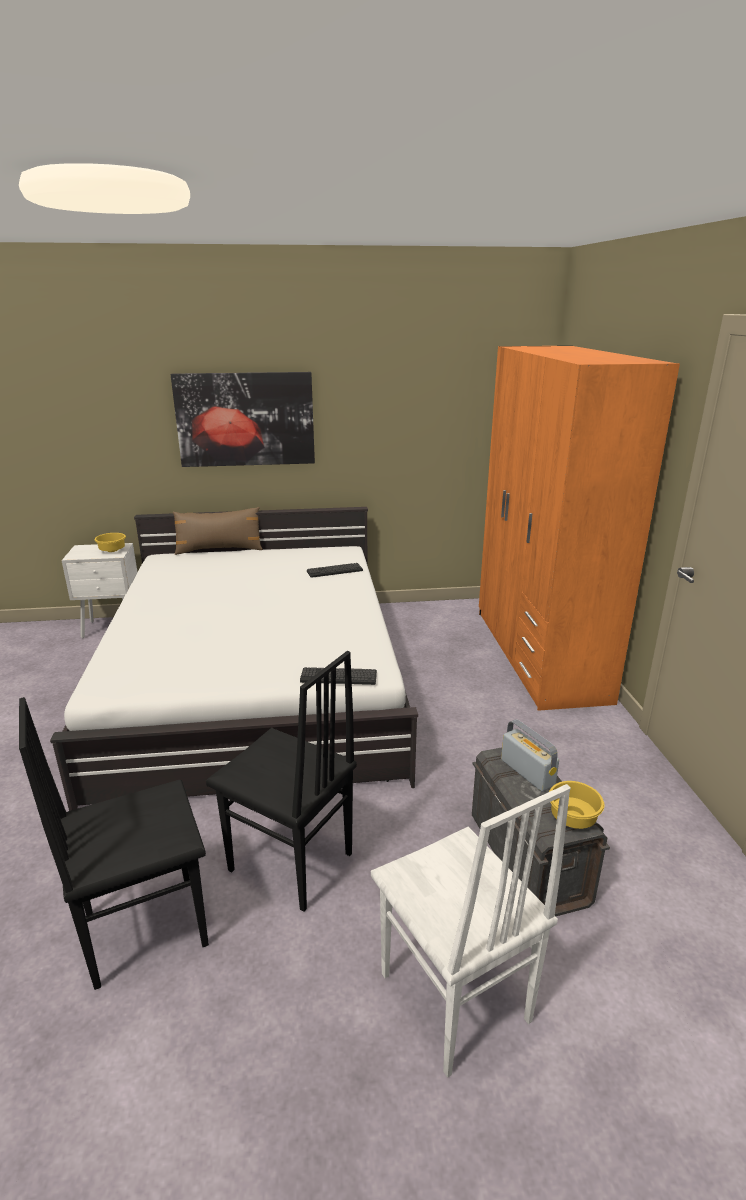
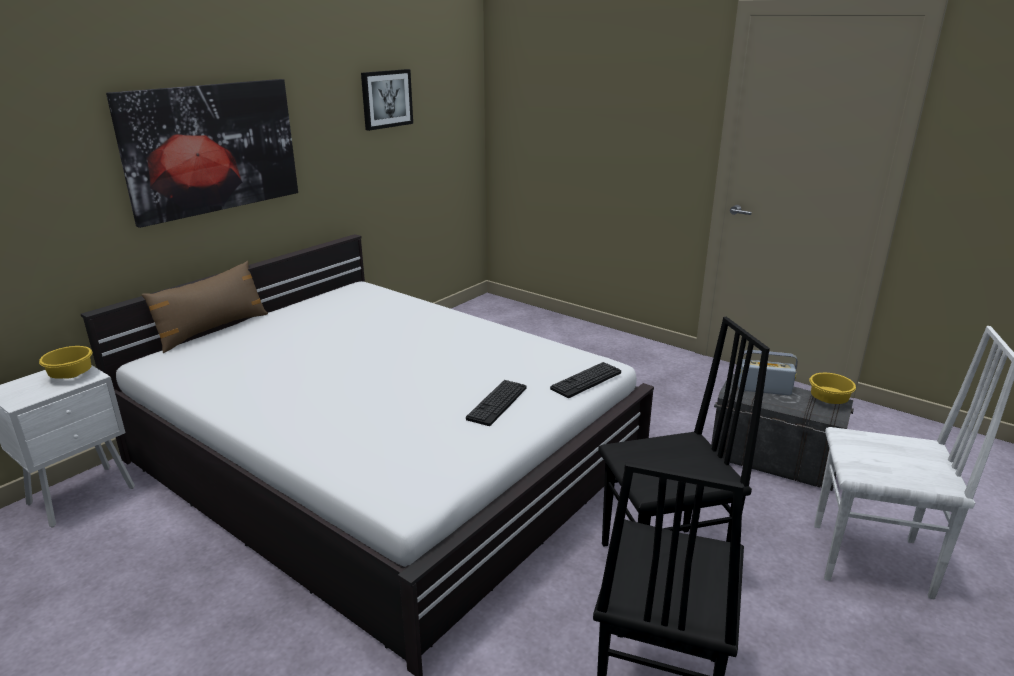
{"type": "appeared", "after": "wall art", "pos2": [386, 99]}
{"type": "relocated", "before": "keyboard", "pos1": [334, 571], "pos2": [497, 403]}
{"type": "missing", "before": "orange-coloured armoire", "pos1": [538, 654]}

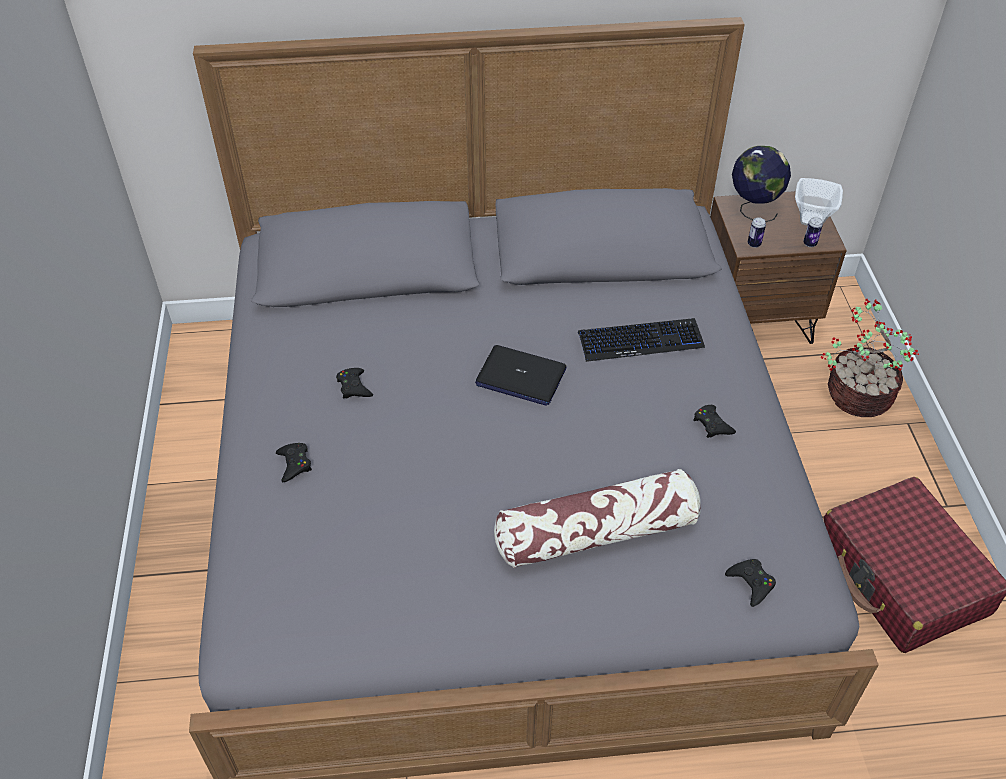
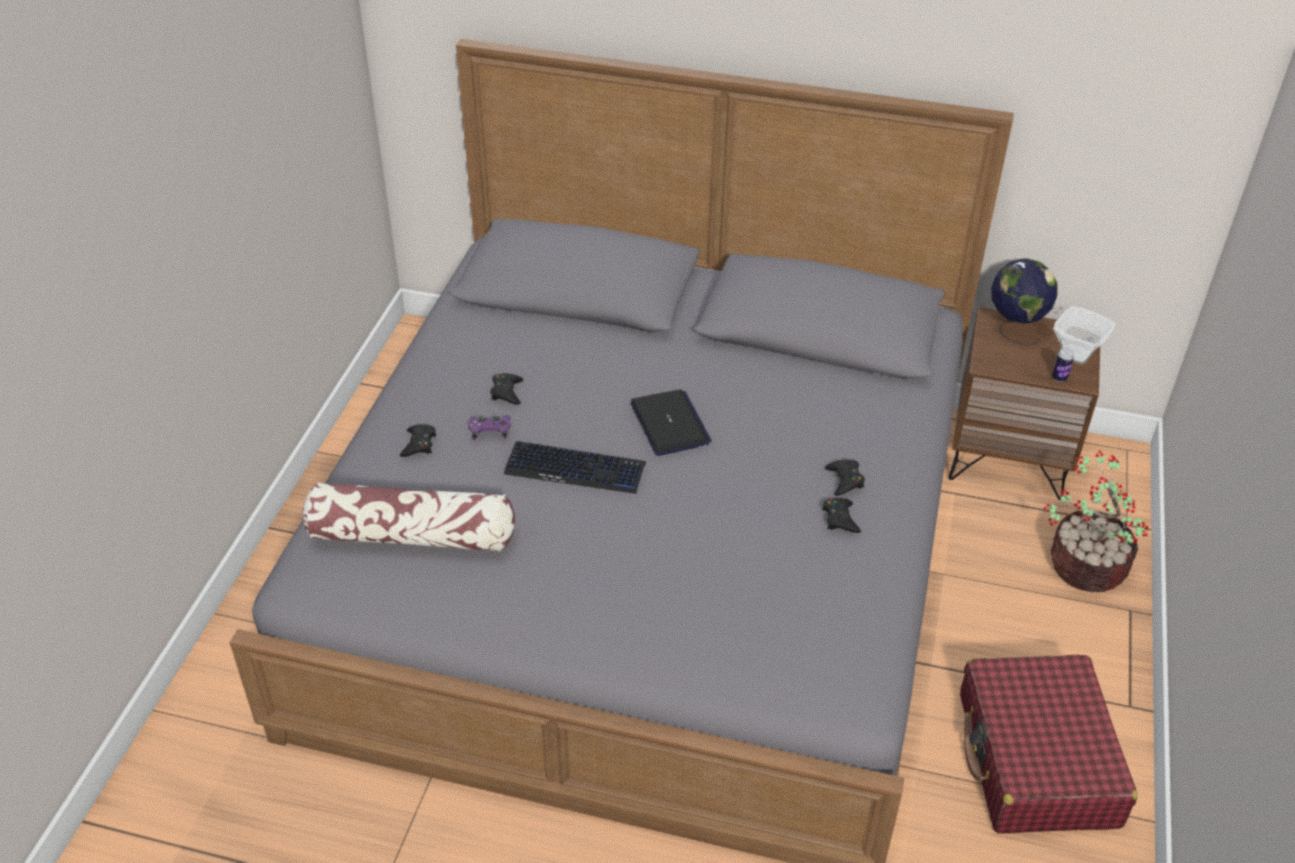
{"type": "relocated", "before": "pillow", "pos1": [596, 533], "pos2": [412, 535]}
{"type": "appeared", "after": "purple joypad", "pos2": [490, 432]}
{"type": "relocated", "before": "keyboard", "pos1": [640, 341], "pos2": [575, 469]}
{"type": "spun", "before": "notebook computer", "pos1": [520, 376], "pos2": [670, 424], "turn": -150}
{"type": "relocated", "before": "blackish joypad", "pos1": [751, 583], "pos2": [845, 480]}
{"type": "missing", "before": "sealed can", "pos1": [754, 244]}

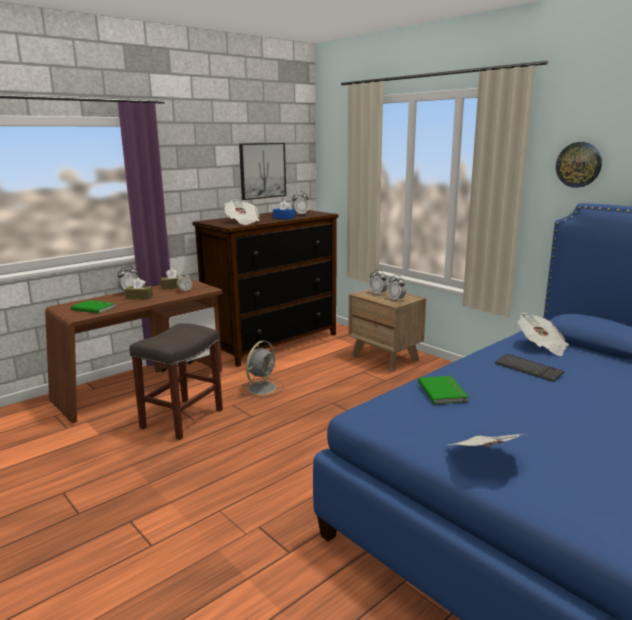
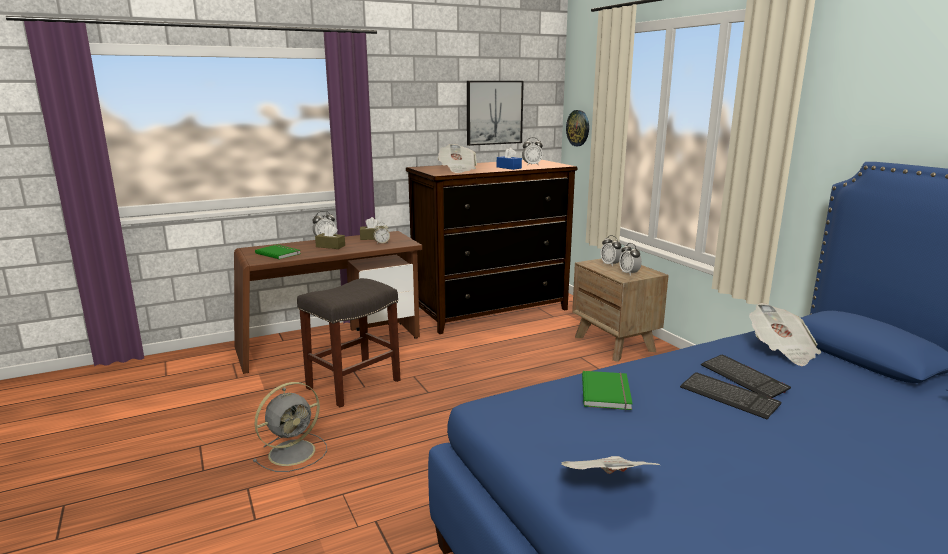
{"type": "relocated", "before": "greyish fan", "pos1": [262, 387], "pos2": [294, 452]}
{"type": "relocated", "before": "hanging clock", "pos1": [578, 164], "pos2": [578, 128]}
{"type": "appeared", "after": "keyboard", "pos2": [728, 397]}

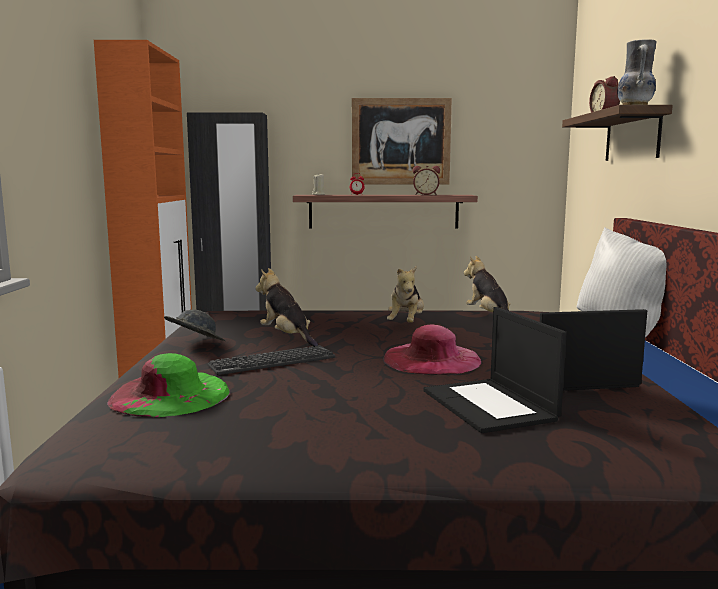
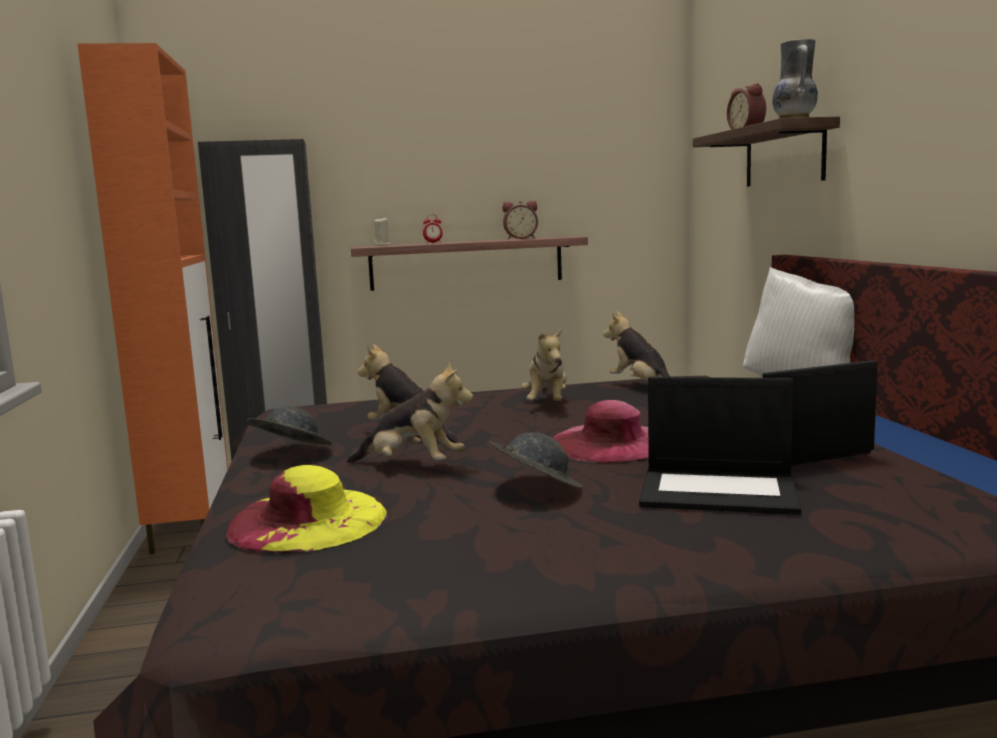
{"type": "colour", "before": "green hat", "after": "yellowish hat", "pos1": [170, 395], "pos2": [307, 521]}
{"type": "exchanged", "before": "keyboard", "after": "cuddly toy", "pos1": [272, 362], "pos2": [412, 465]}
{"type": "appeared", "after": "greyish hat", "pos2": [535, 488]}
{"type": "spun", "before": "notebook computer", "pos1": [490, 405], "pos2": [720, 491], "turn": -45}
{"type": "missing", "before": "wall art", "pos1": [401, 141]}

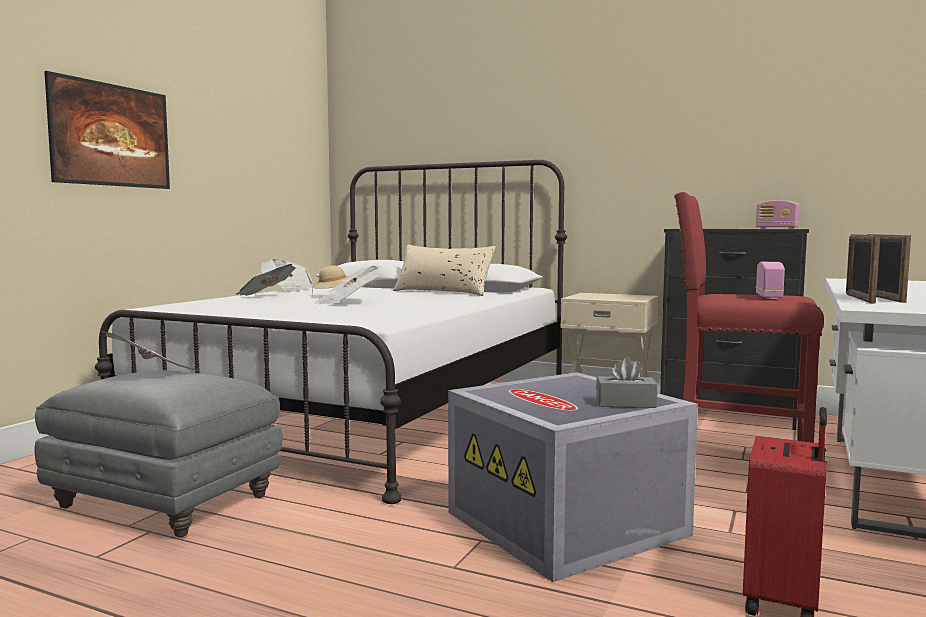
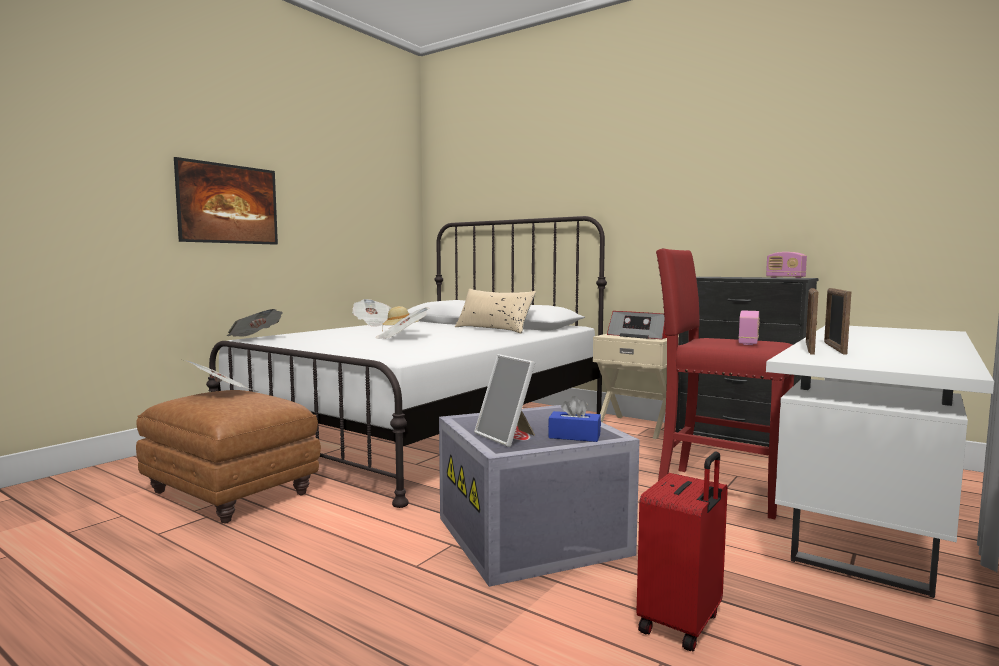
{"type": "colour", "before": "greyish ottoman", "after": "brownish ottoman", "pos1": [167, 502], "pos2": [232, 494]}
{"type": "relocated", "before": "newspaper", "pos1": [266, 297], "pos2": [255, 338]}
{"type": "appeared", "after": "picture frame", "pos2": [507, 437]}
{"type": "colour", "before": "greyish box of tissues", "after": "blue box of tissues", "pos1": [625, 403], "pos2": [574, 436]}
{"type": "appeared", "after": "radio", "pos2": [640, 336]}

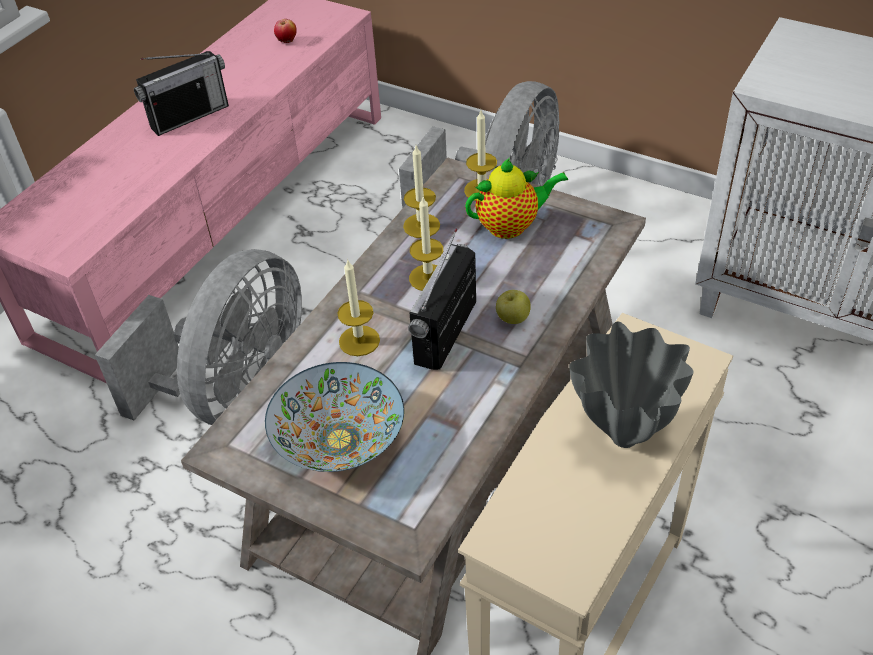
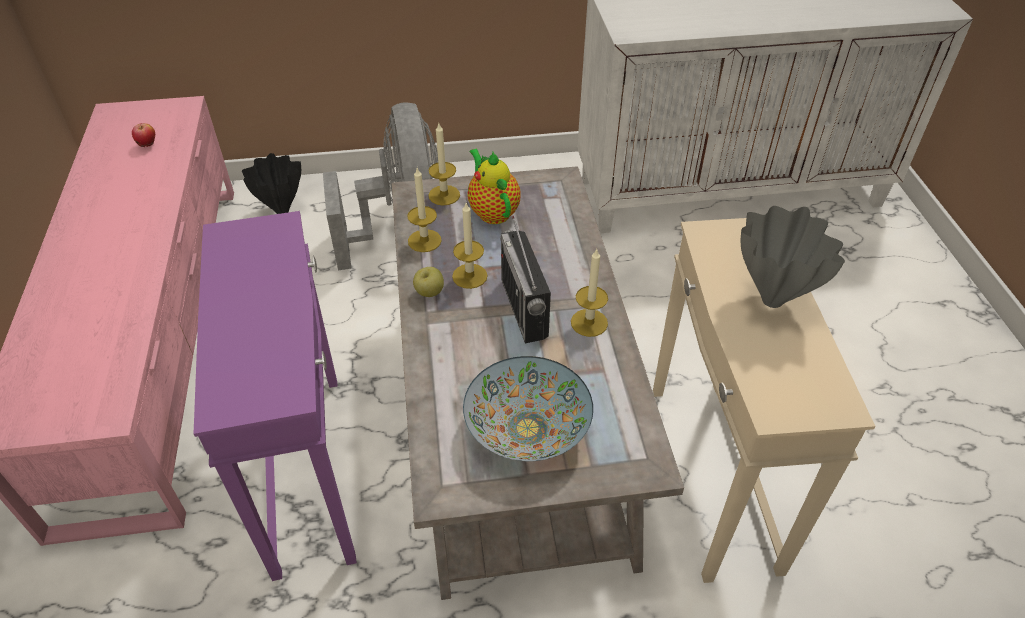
{"type": "exchanged", "before": "greyish fan", "after": "purple accent table", "pos1": [236, 394], "pos2": [309, 469]}
{"type": "appeared", "after": "blackish decorative vase", "pos2": [282, 211]}
{"type": "relocated", "before": "whole apple", "pos1": [512, 319], "pos2": [429, 293]}
{"type": "spun", "before": "pot for tea", "pos1": [511, 226], "pos2": [492, 211], "turn": -60}
{"type": "relocated", "before": "wax light", "pos1": [359, 341], "pos2": [589, 322]}
{"type": "missing", "before": "radio", "pos1": [189, 116]}

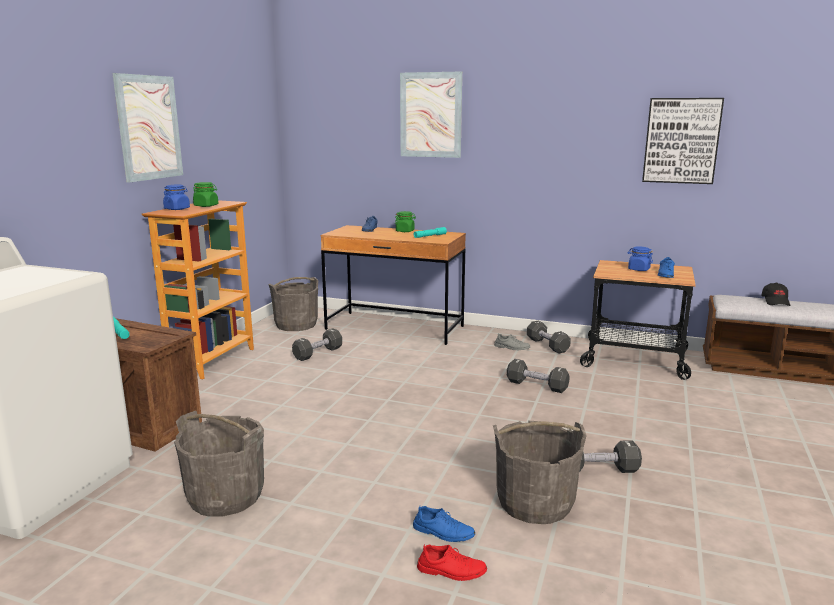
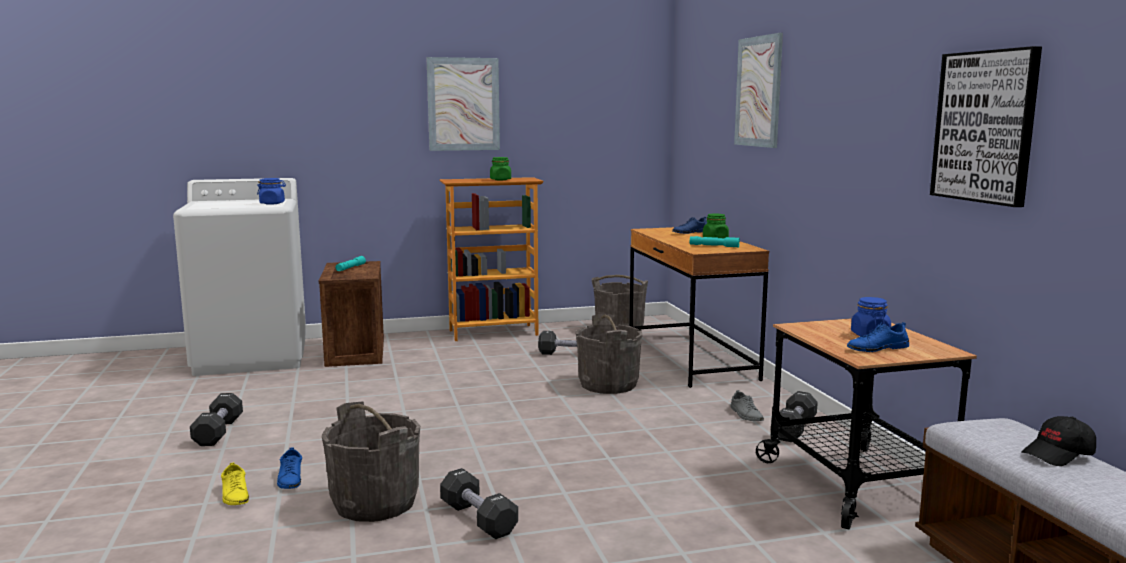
{"type": "relocated", "before": "blackish free weight", "pos1": [537, 385], "pos2": [218, 432]}
{"type": "colour", "before": "red-coloured item of footwear", "after": "yellowish item of footwear", "pos1": [451, 570], "pos2": [235, 495]}
{"type": "relocated", "before": "blue storage jar", "pos1": [177, 209], "pos2": [272, 203]}
{"type": "relocated", "before": "greyish bucket", "pos1": [226, 496], "pos2": [608, 384]}

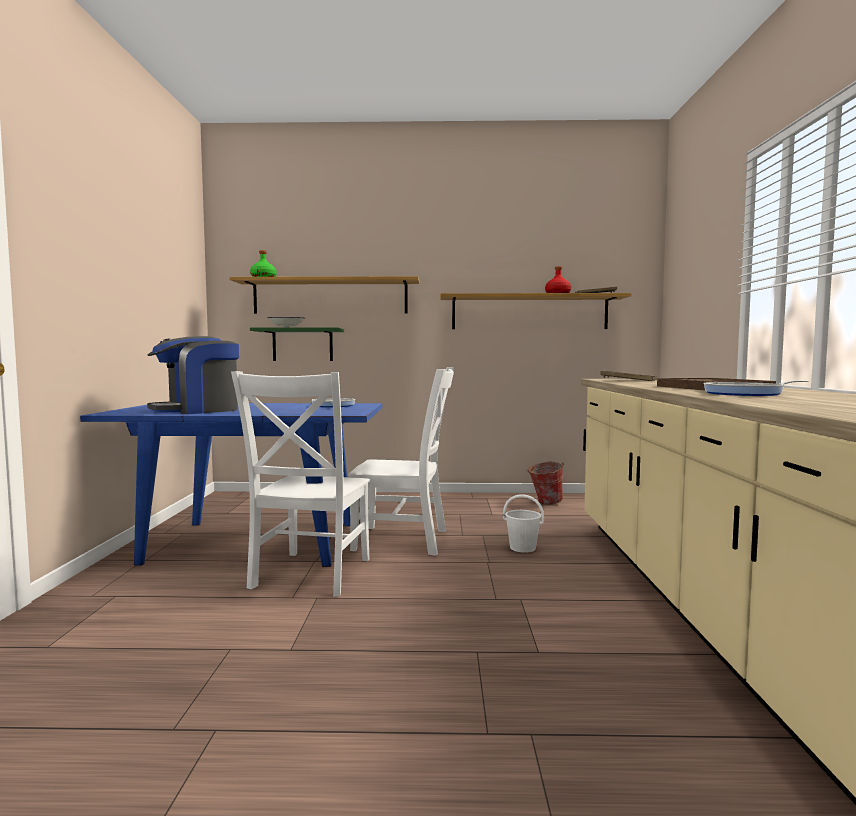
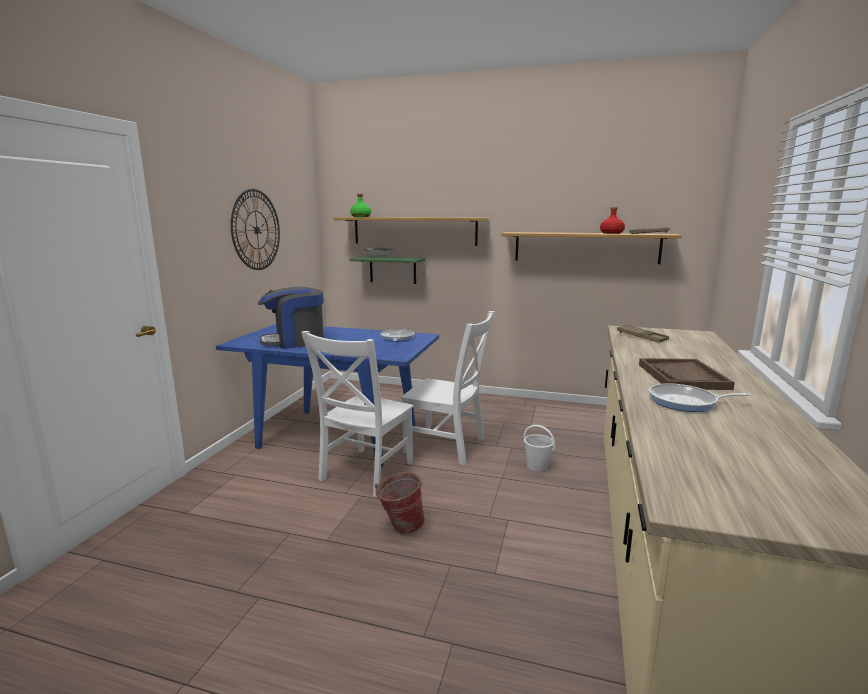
{"type": "appeared", "after": "hanging clock", "pos2": [256, 230]}
{"type": "relocated", "before": "bucket", "pos1": [544, 503], "pos2": [400, 527]}

